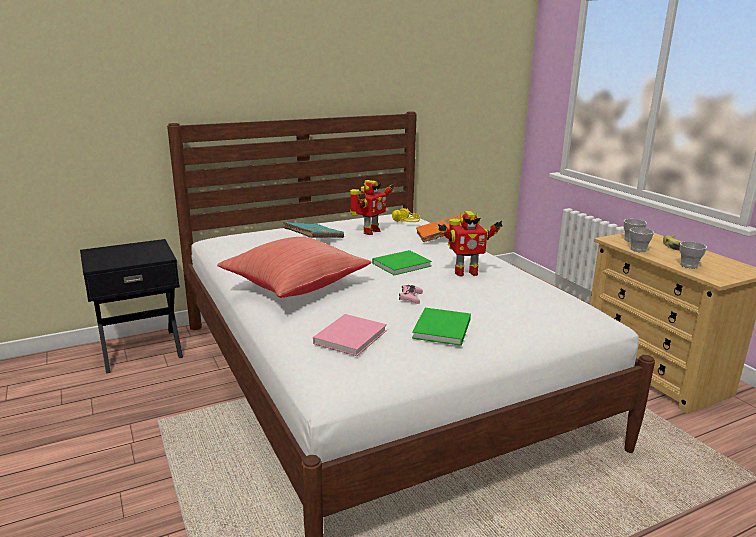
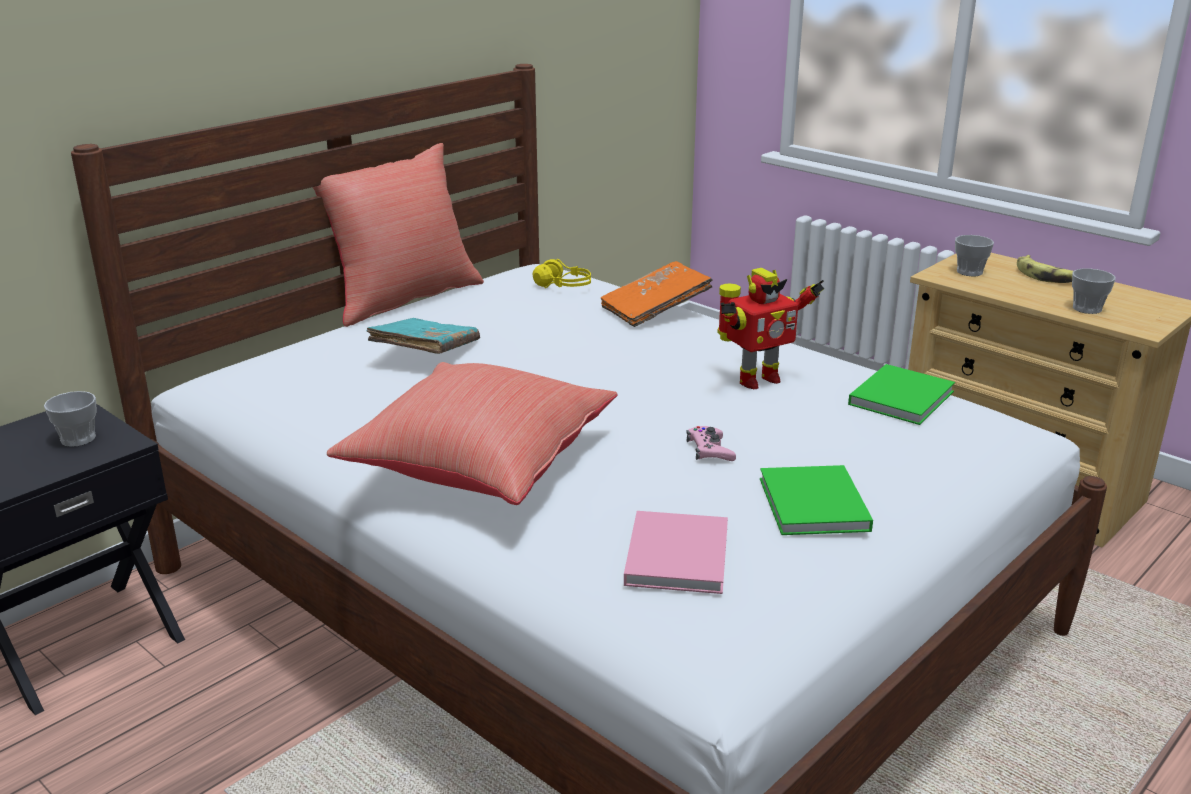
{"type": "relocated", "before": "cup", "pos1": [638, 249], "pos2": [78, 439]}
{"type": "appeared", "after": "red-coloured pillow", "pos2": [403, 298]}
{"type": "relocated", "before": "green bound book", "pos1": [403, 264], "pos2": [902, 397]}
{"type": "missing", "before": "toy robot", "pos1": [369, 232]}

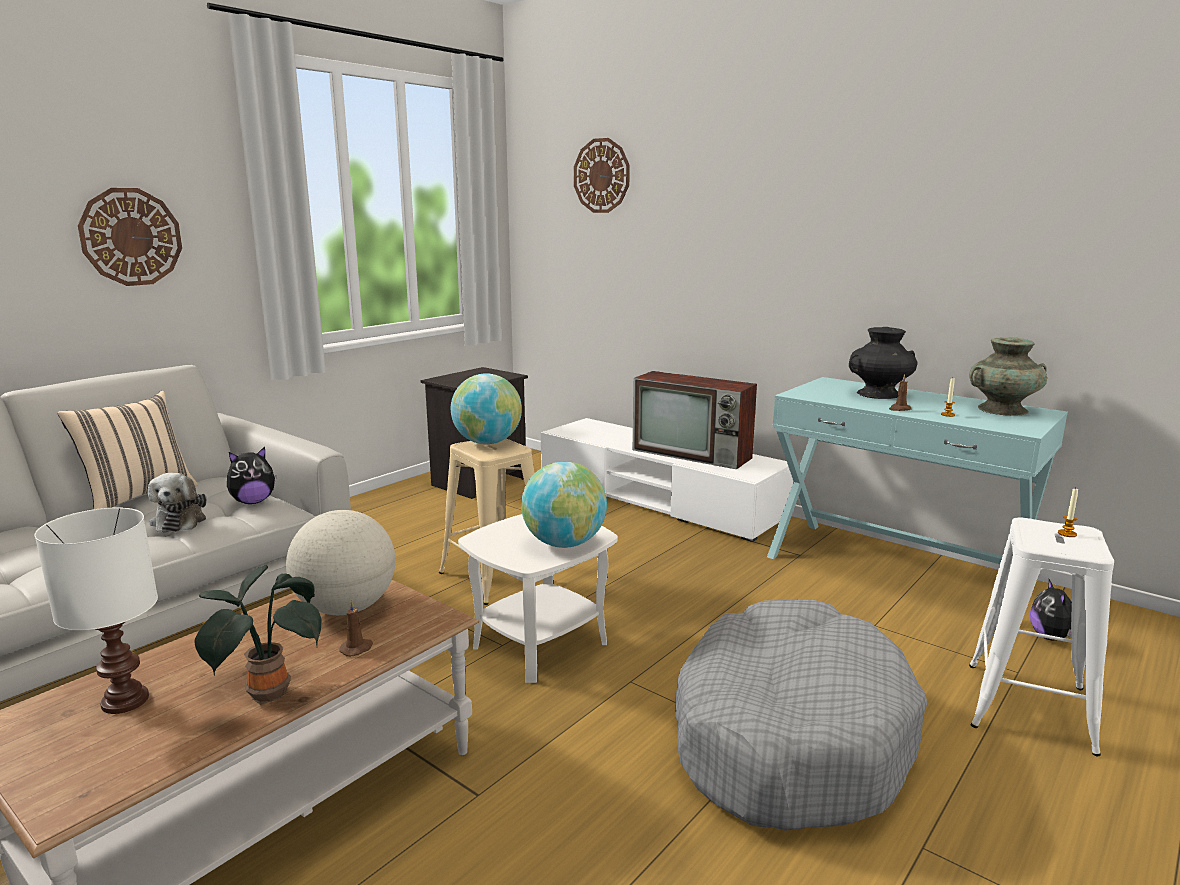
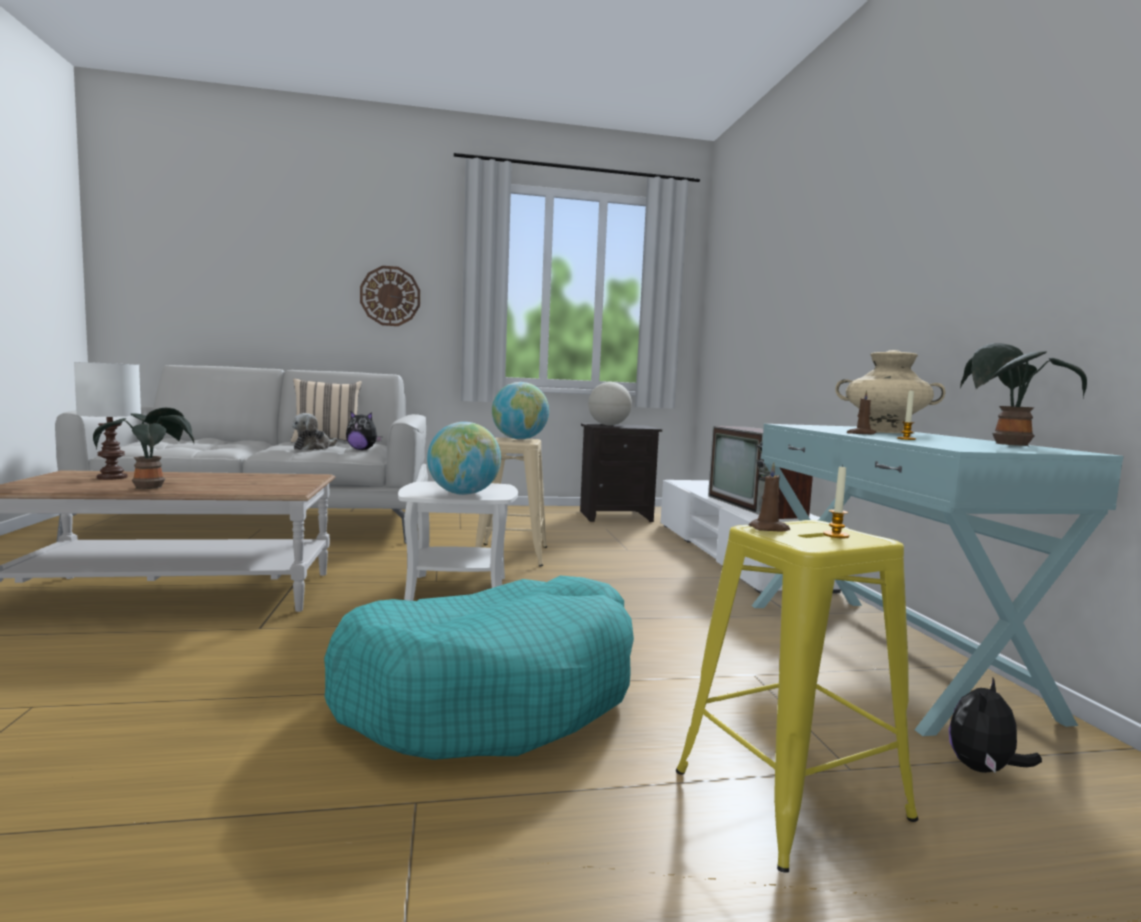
{"type": "colour", "before": "greyish pet bed", "after": "turquoise-coloured pet bed", "pos1": [788, 736], "pos2": [492, 693]}
{"type": "relocated", "before": "globe", "pos1": [346, 608], "pos2": [609, 425]}
{"type": "colour", "before": "whitish stool seat", "after": "yellowish stool seat", "pos1": [1029, 707], "pos2": [791, 795]}
{"type": "relocated", "before": "brownish wax light", "pos1": [357, 649], "pos2": [770, 529]}
{"type": "colour", "before": "blackish decorative vase", "after": "beige decorative vase", "pos1": [878, 394], "pos2": [884, 431]}
{"type": "exchanged", "before": "turquoise-coloured decorative vase", "after": "potted plant", "pos1": [1003, 410], "pos2": [1009, 445]}
{"type": "missing", "before": "hanging clock", "pos1": [601, 176]}

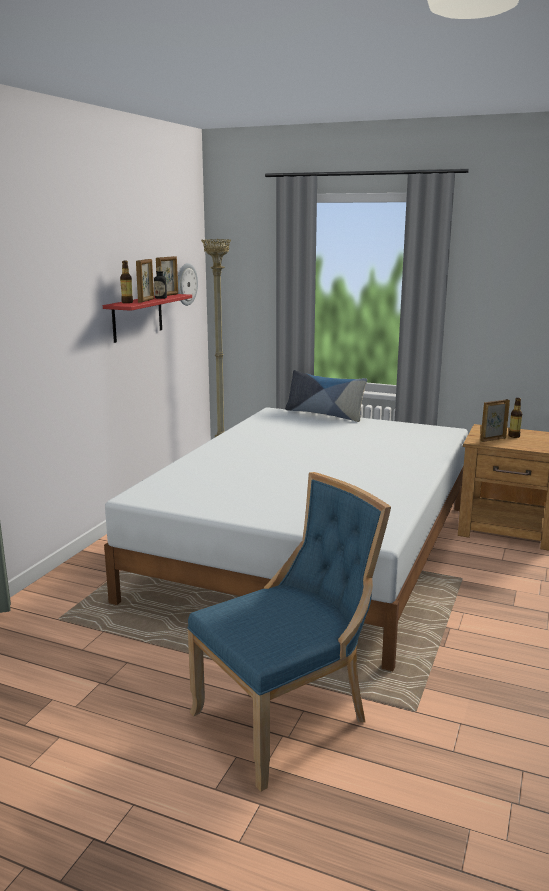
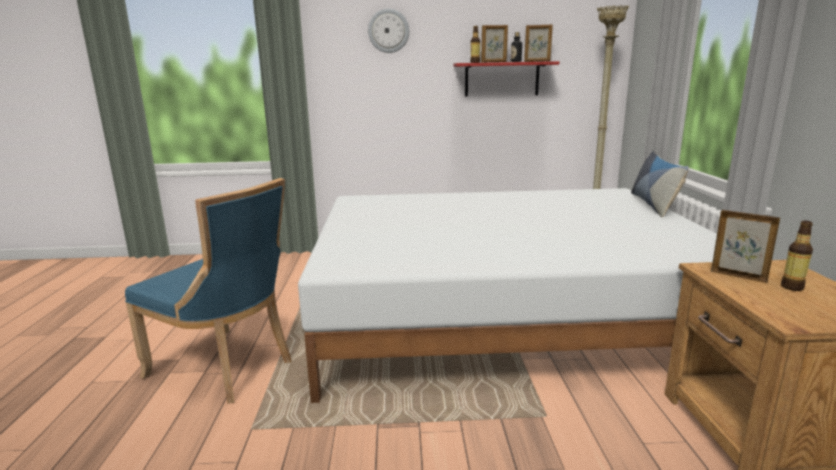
{"type": "relocated", "before": "hanging clock", "pos1": [186, 284], "pos2": [388, 31]}

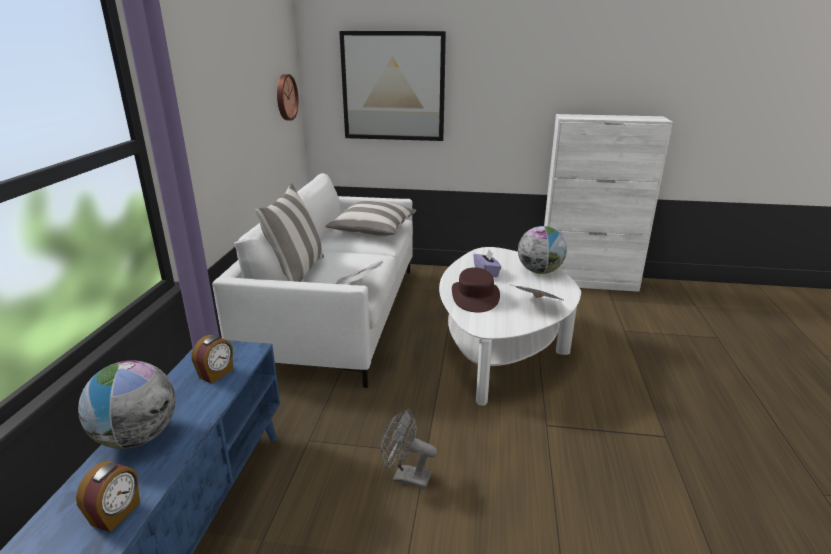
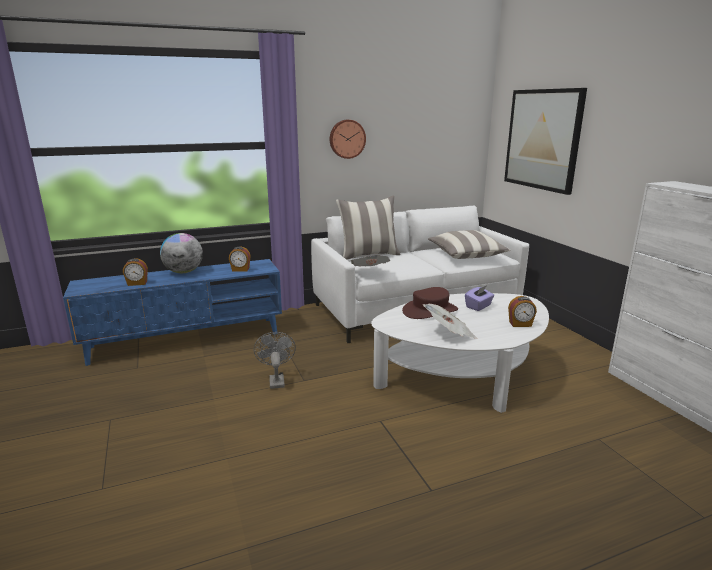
{"type": "relocated", "before": "hanging clock", "pos1": [285, 97], "pos2": [347, 139]}
{"type": "exchanged", "before": "globe", "after": "bedside clock", "pos1": [539, 271], "pos2": [520, 324]}

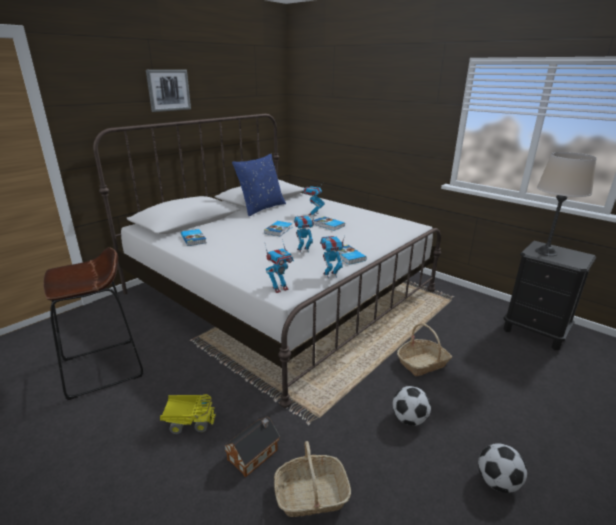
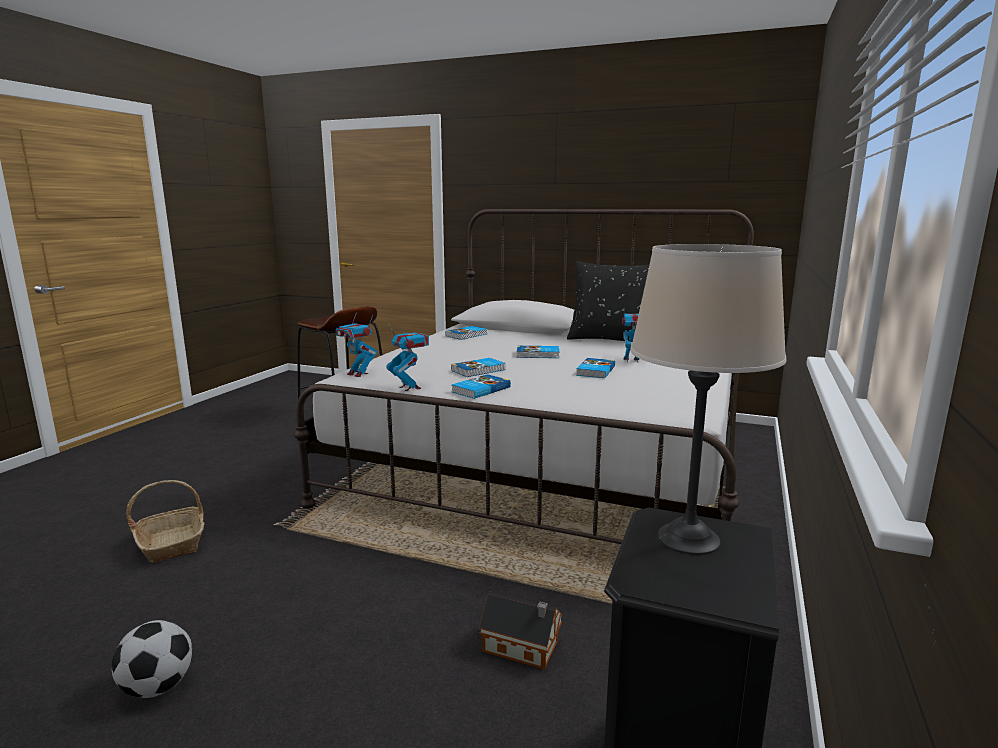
{"type": "exchanged", "before": "toy robot", "after": "bound book", "pos1": [303, 250], "pos2": [479, 370]}
{"type": "relocated", "before": "model house", "pos1": [254, 454], "pos2": [523, 647]}
{"type": "colour", "before": "blue pillow", "after": "blackish pillow", "pos1": [261, 208], "pos2": [610, 340]}
{"type": "missing", "before": "wall art", "pos1": [168, 90]}
{"type": "missing", "before": "model truck", "pos1": [189, 422]}
{"type": "missing", "before": "ball for football", "pos1": [409, 419]}
{"type": "missing", "before": "household basket", "pos1": [422, 363]}

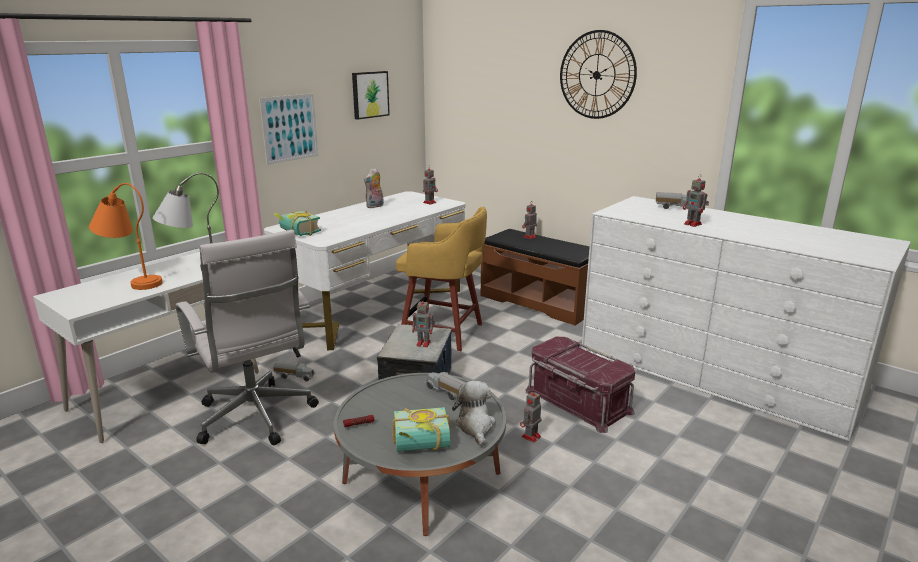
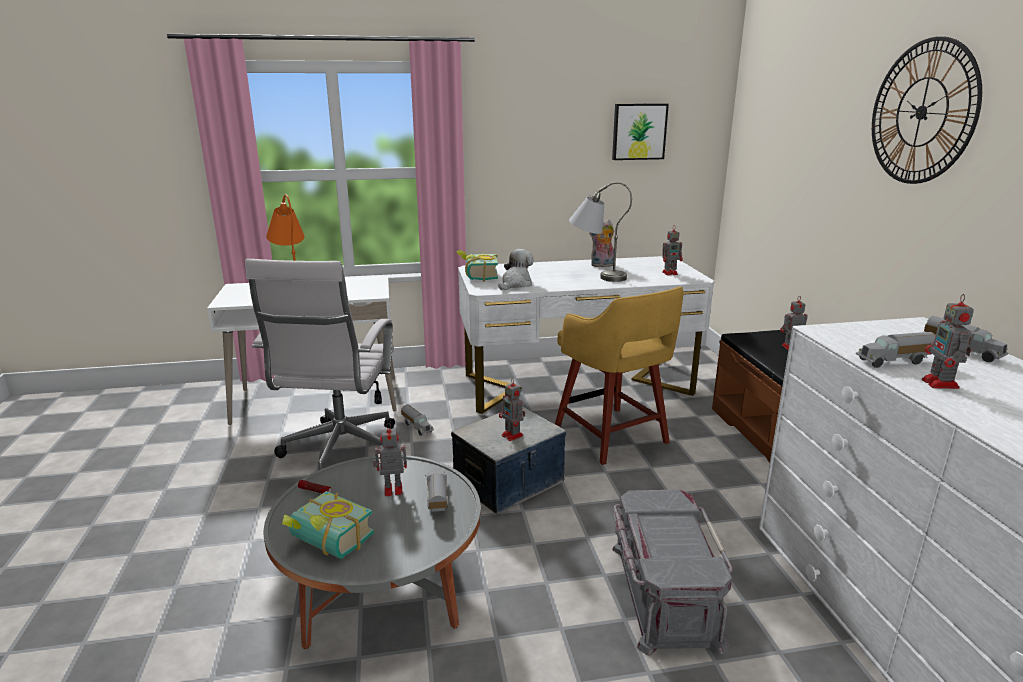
{"type": "relocated", "before": "toy robot", "pos1": [530, 437], "pos2": [392, 489]}
{"type": "relocated", "before": "cuddly toy", "pos1": [475, 426], "pos2": [515, 284]}
{"type": "relocated", "before": "greyish tabletop lamp", "pos1": [195, 270], "pos2": [595, 276]}
{"type": "colour", "before": "red-coloured storage bin", "after": "greyish storage bin", "pos1": [577, 402], "pos2": [662, 593]}
{"type": "appeared", "after": "model truck", "pos2": [894, 362]}
{"type": "missing", "before": "wall art", "pos1": [289, 128]}

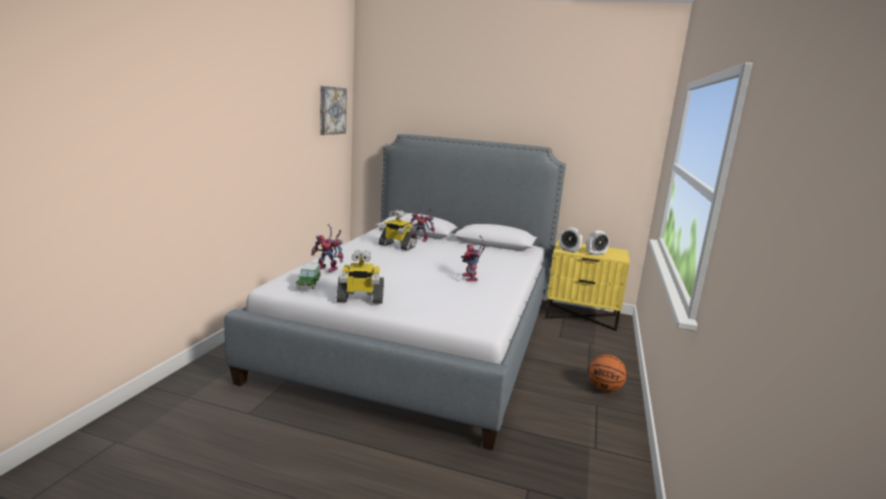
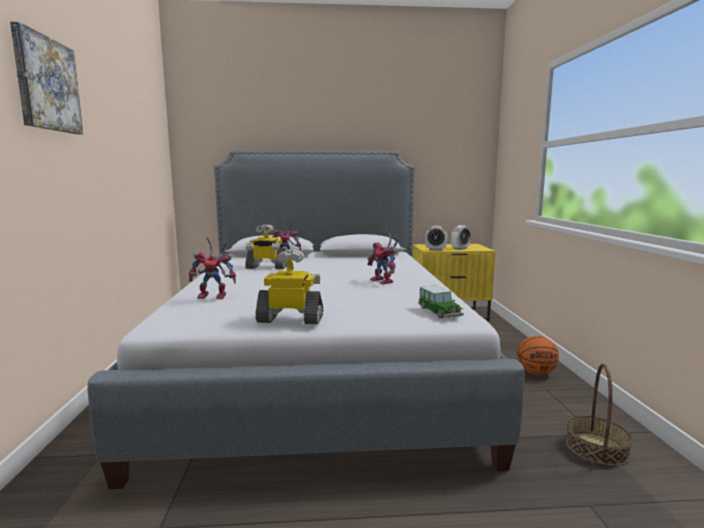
{"type": "relocated", "before": "wall art", "pos1": [332, 110], "pos2": [46, 84]}
{"type": "spun", "before": "toy robot", "pos1": [360, 299], "pos2": [291, 319], "turn": -150}
{"type": "relocated", "before": "model car", "pos1": [308, 284], "pos2": [439, 312]}
{"type": "appeared", "after": "household basket", "pos2": [596, 448]}

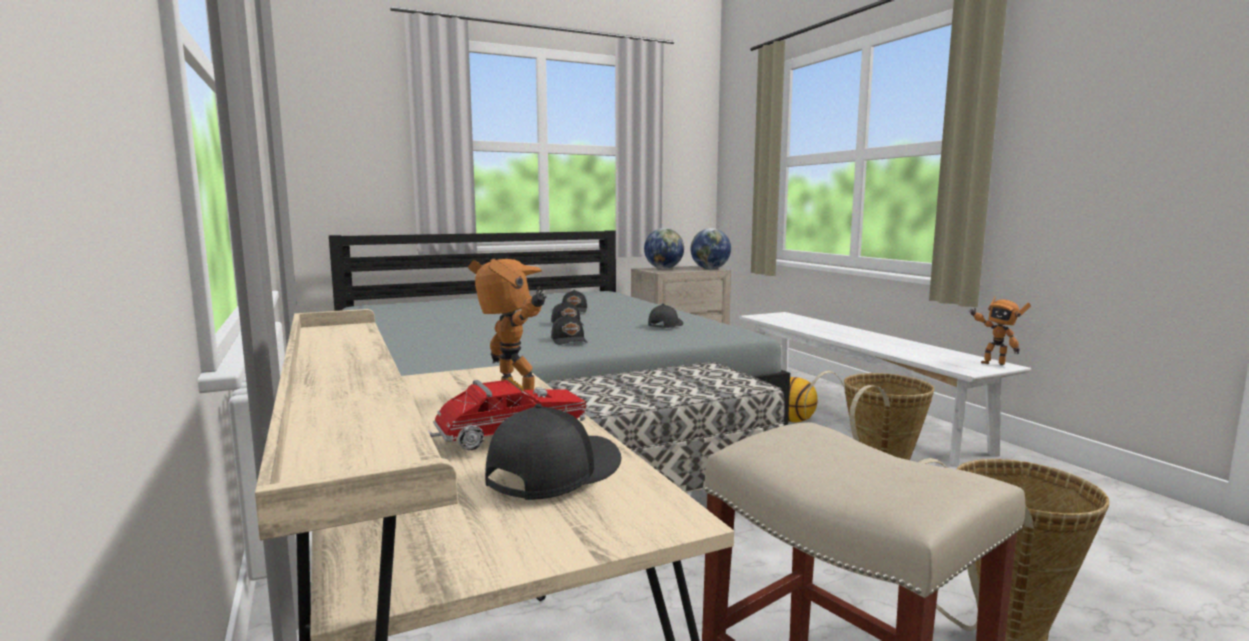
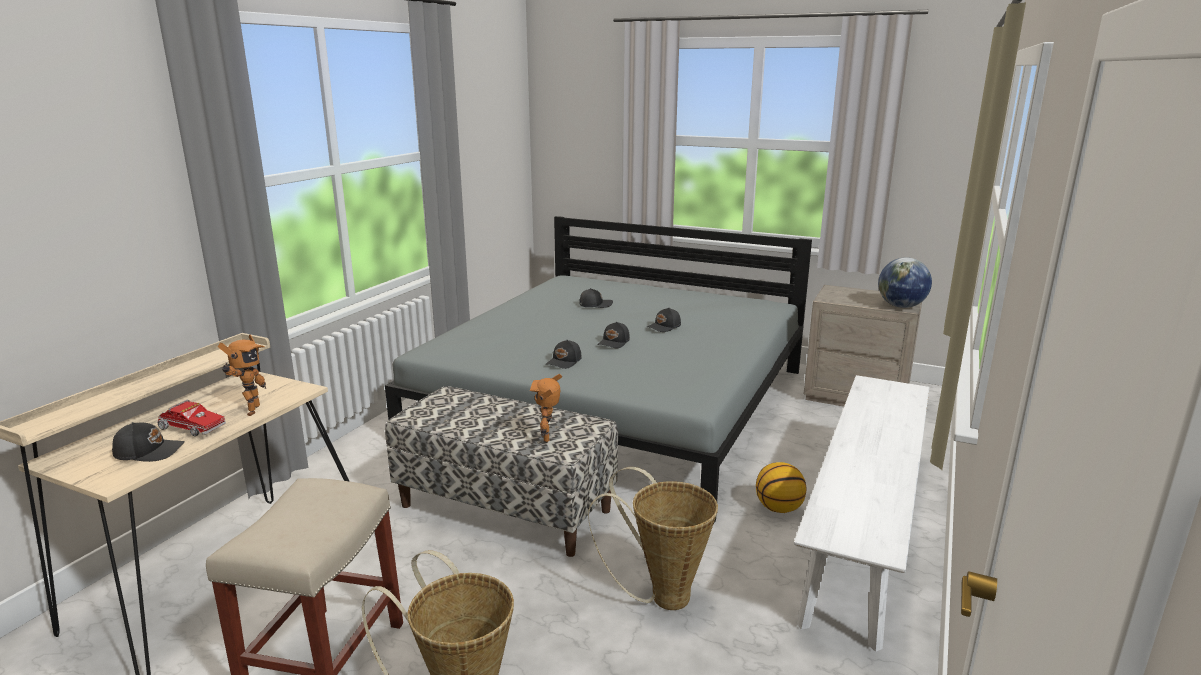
{"type": "relocated", "before": "toy robot", "pos1": [992, 363], "pos2": [548, 437]}
{"type": "relocated", "before": "blackish peaked cap", "pos1": [664, 325], "pos2": [595, 304]}
{"type": "missing", "before": "globe", "pos1": [664, 268]}

